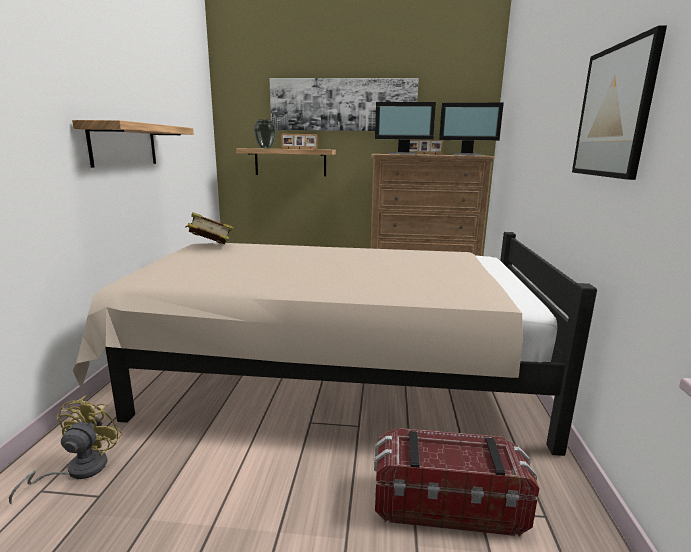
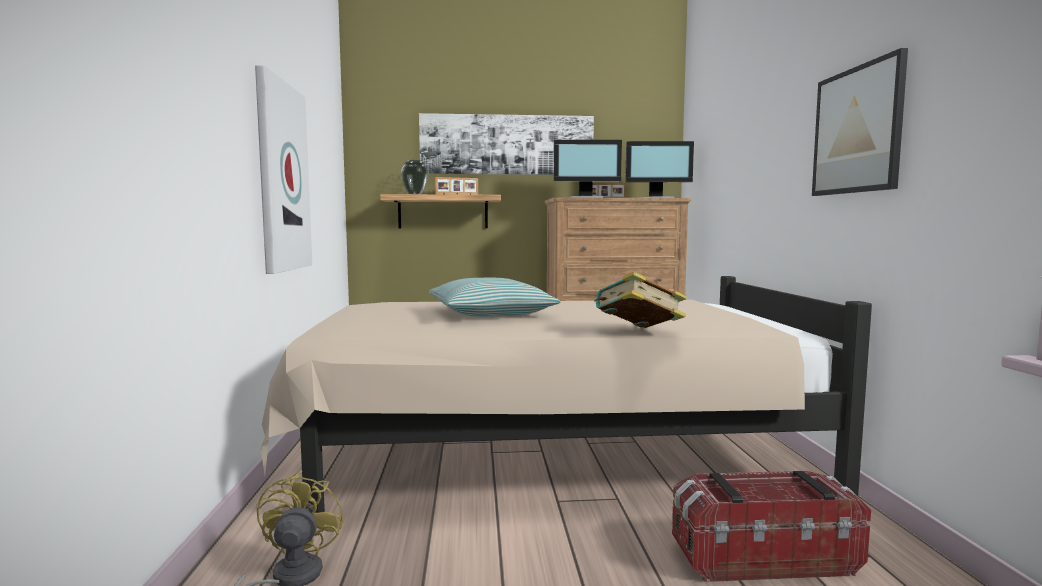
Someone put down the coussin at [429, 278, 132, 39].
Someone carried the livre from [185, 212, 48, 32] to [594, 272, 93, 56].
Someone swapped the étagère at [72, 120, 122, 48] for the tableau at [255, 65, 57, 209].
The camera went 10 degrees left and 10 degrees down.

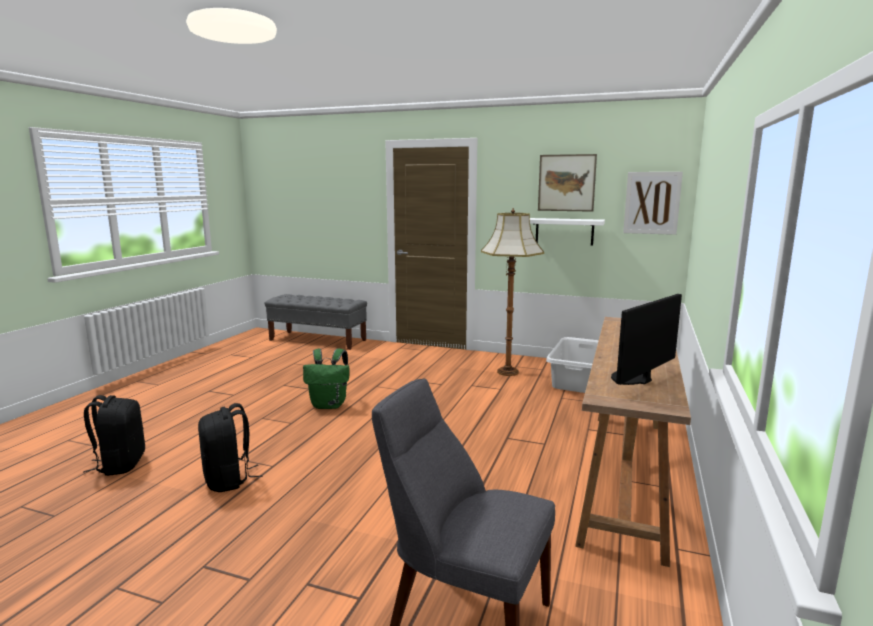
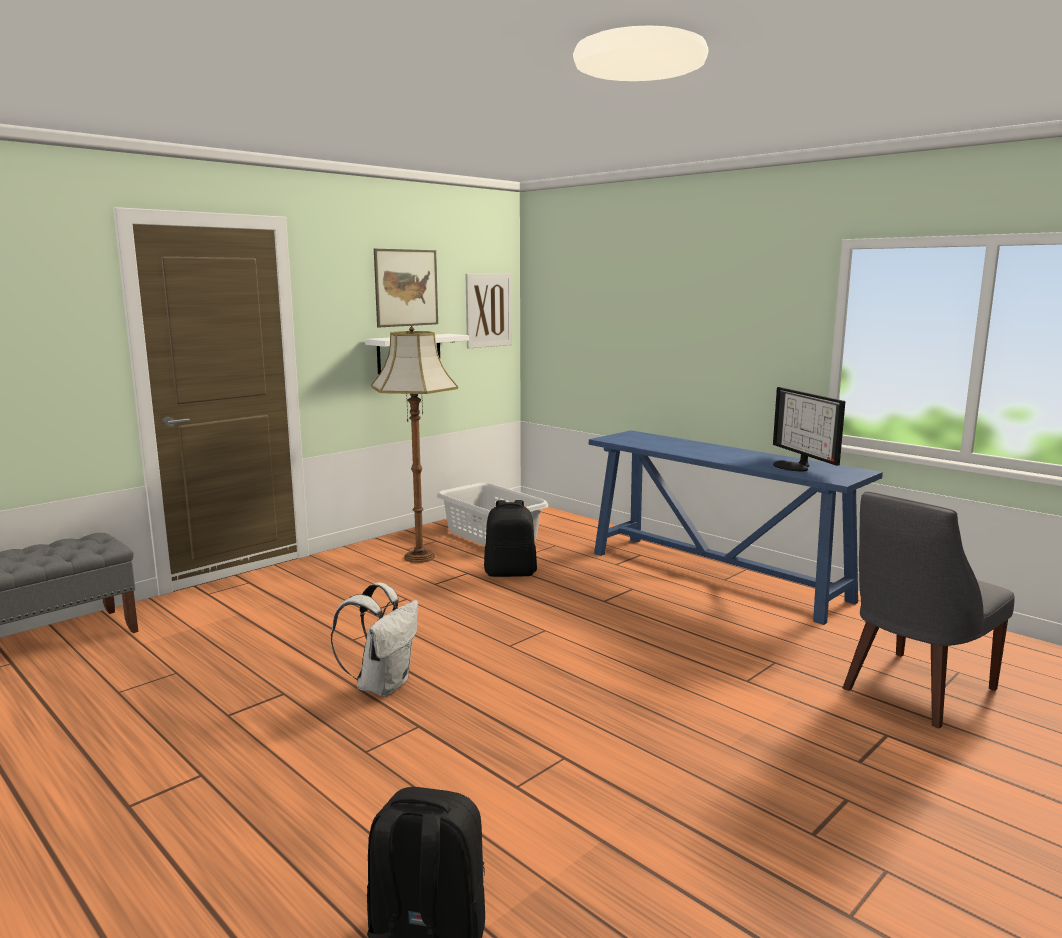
Someone carried the sac à dos (noir) from [198, 403, 64, 89] to [484, 500, 53, 77].
Someone repainted the sac à dos (vert) at [303, 348, 47, 61], which became the sac à dos (blanc) at [331, 583, 87, 114].
Someone repainted the table console (marron) at [575, 317, 116, 250], which became the table console (bleu) at [589, 430, 294, 195].
The camera went 65 degrees left and 0 degrees up.

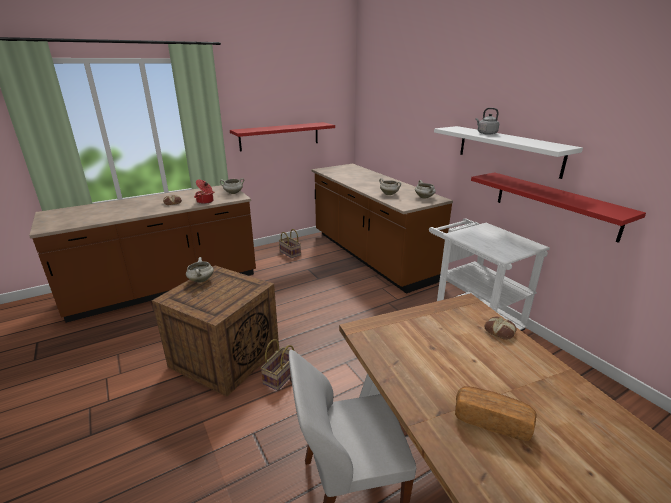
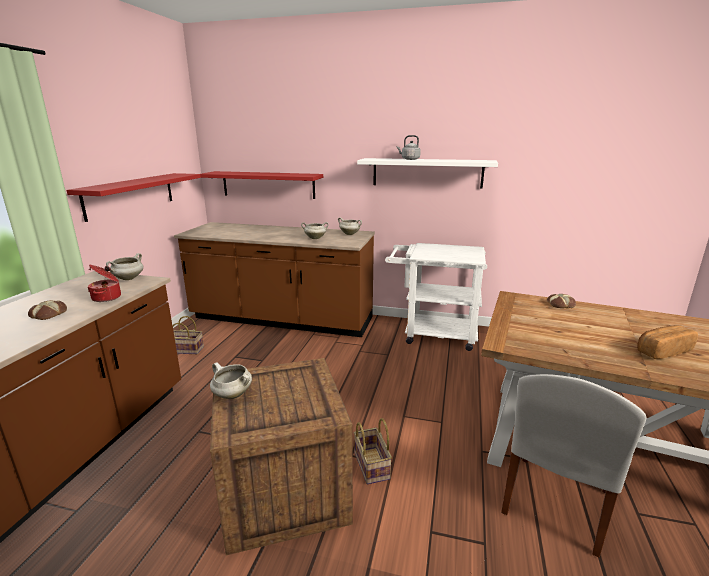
Someone carried the étagère (rouge) from [471, 172, 175, 71] to [200, 171, 123, 28].
The camera went 45 degrees left and 5 degrees down.

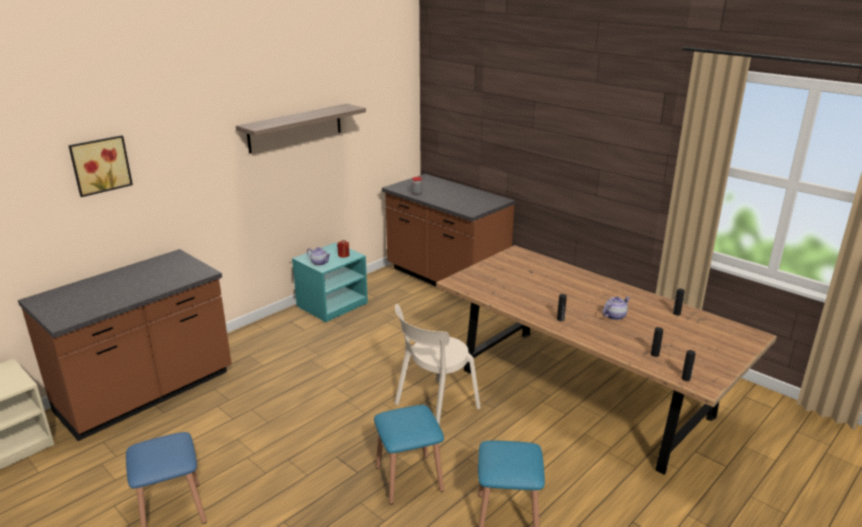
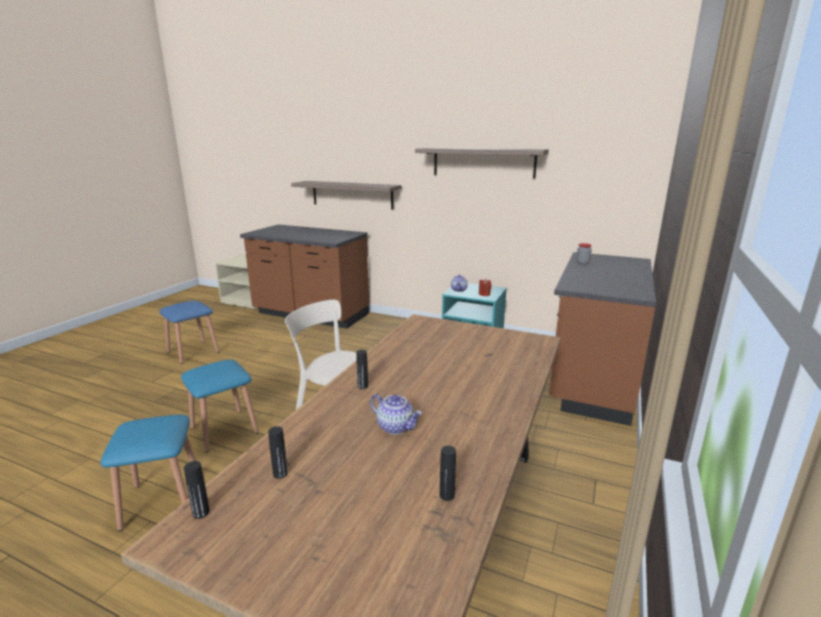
Someone took away the tableau at [68, 135, 65, 62].
Someone put up the étagère at [291, 181, 110, 29].
The camera went 70 degrees right and 5 degrees down.

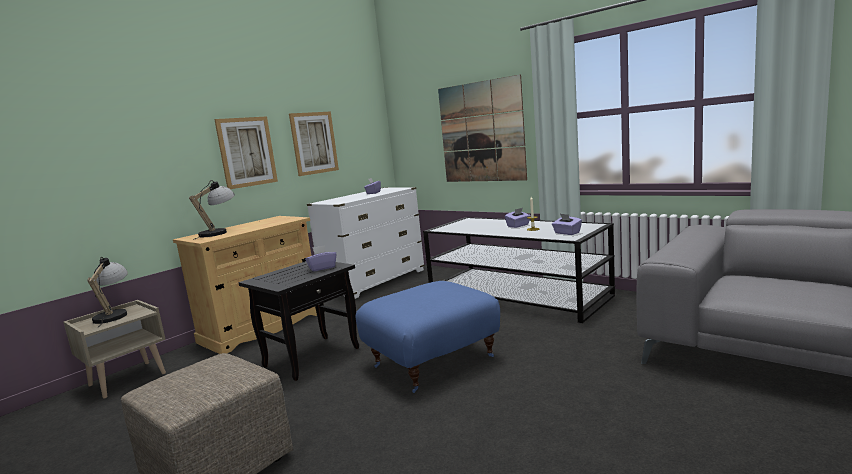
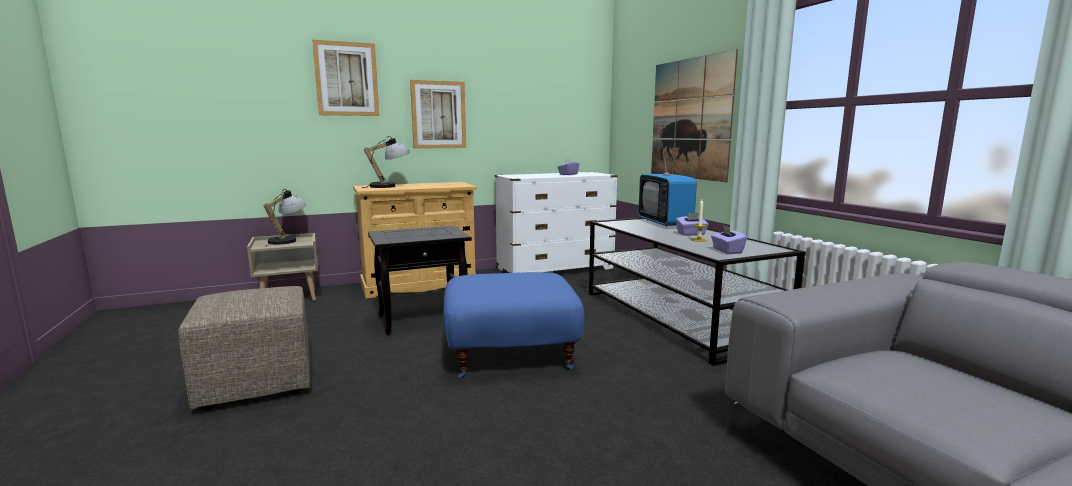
Someone took away the boîte à mouchoirs (violet) at [305, 245, 31, 27].
Someone put down the téléviseur at [638, 143, 59, 84].
Someone carried the tableau from [289, 112, 50, 64] to [312, 40, 67, 76].
The camera went 25 degrees right and 0 degrees up.

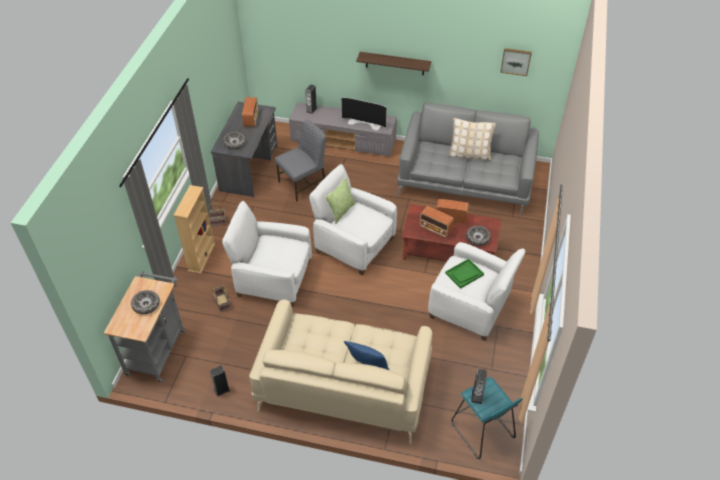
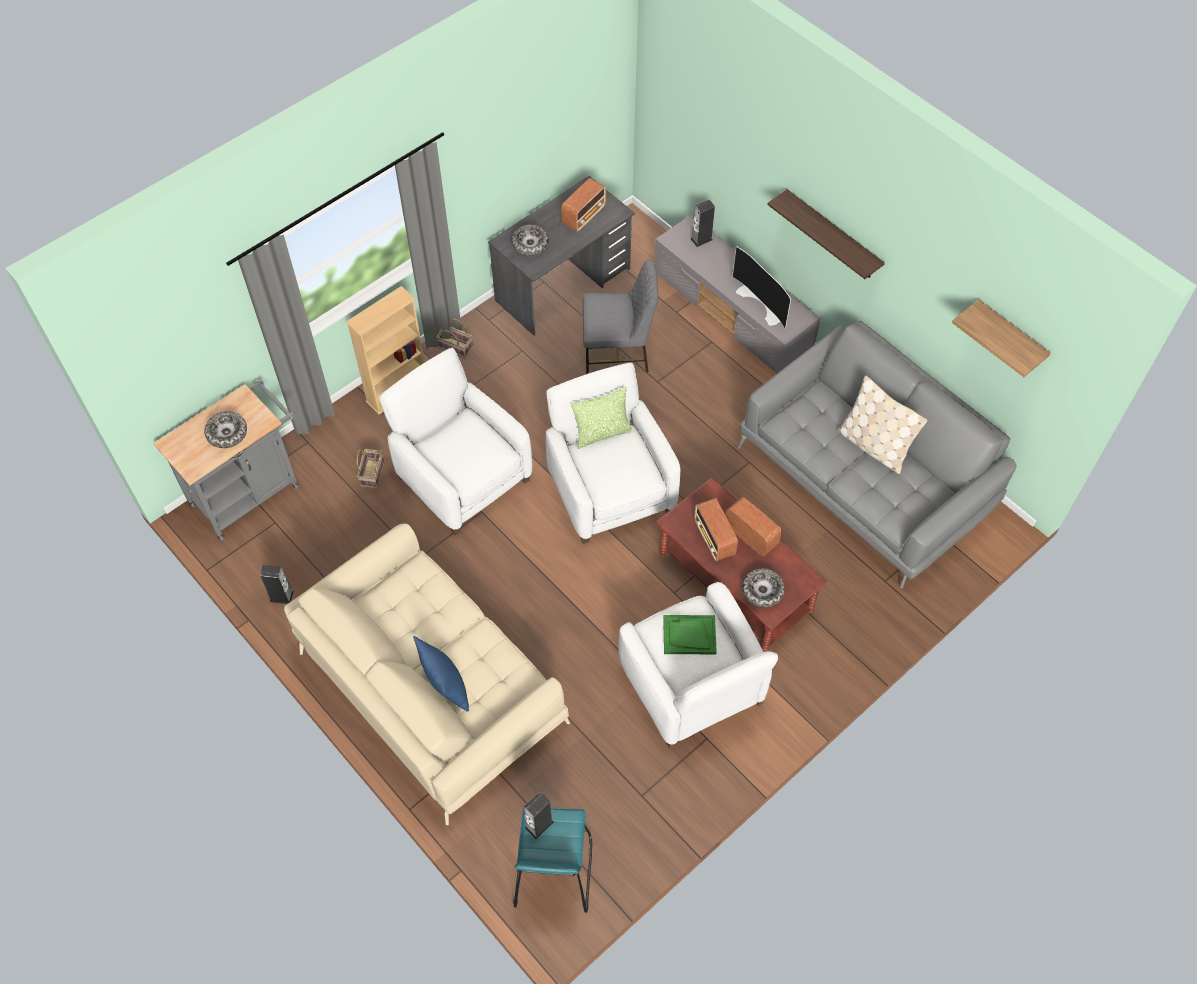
Someone swapped the tableau at [500, 48, 32, 28] for the étagère at [952, 299, 99, 78].
The camera went 35 degrees right and 10 degrees up.

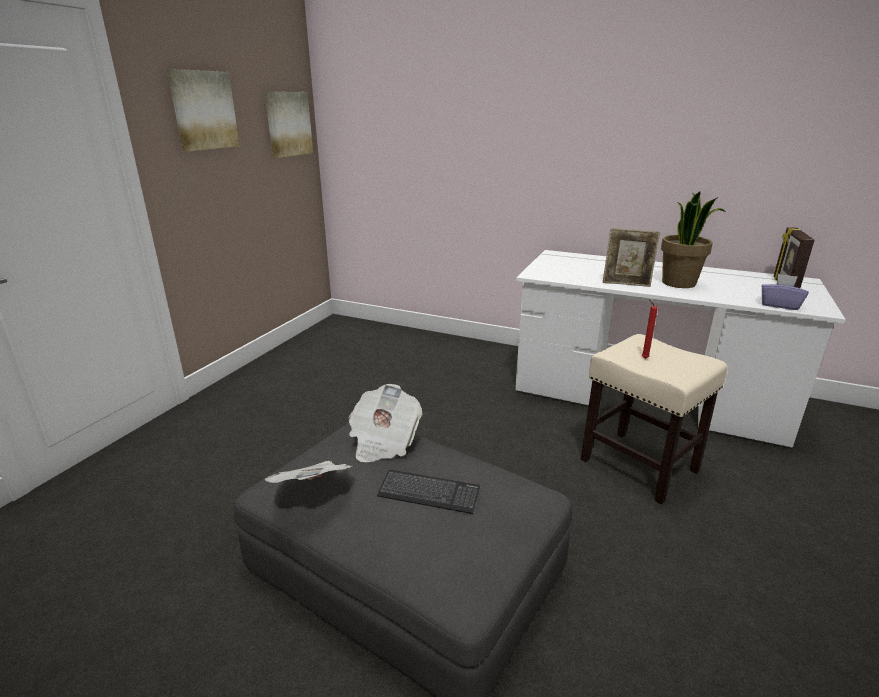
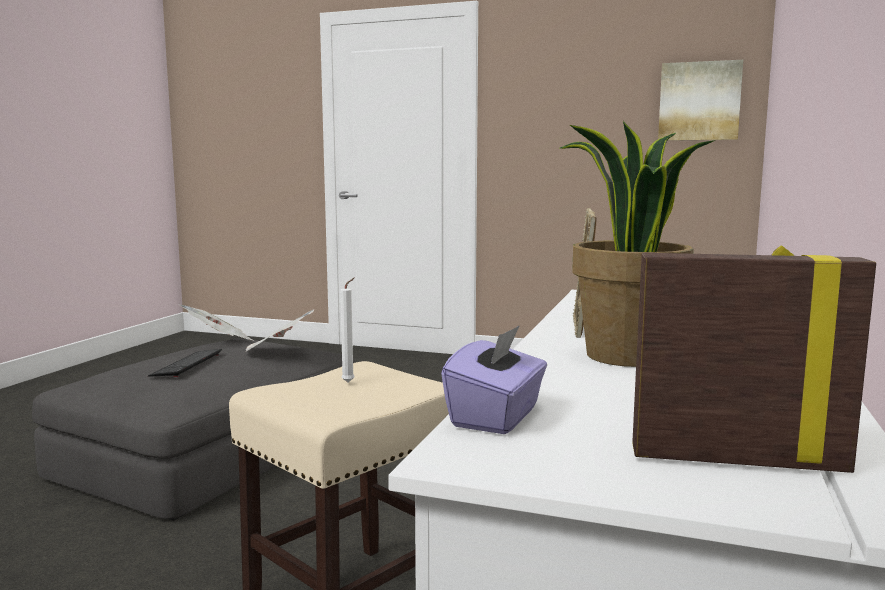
Someone took away the tableau at [167, 69, 73, 83].
Someone repainted the bougie (rouge) at [642, 300, 16, 59], which became the bougie (blanc) at [340, 278, 15, 104].
The camera went 85 degrees right and 15 degrees down.

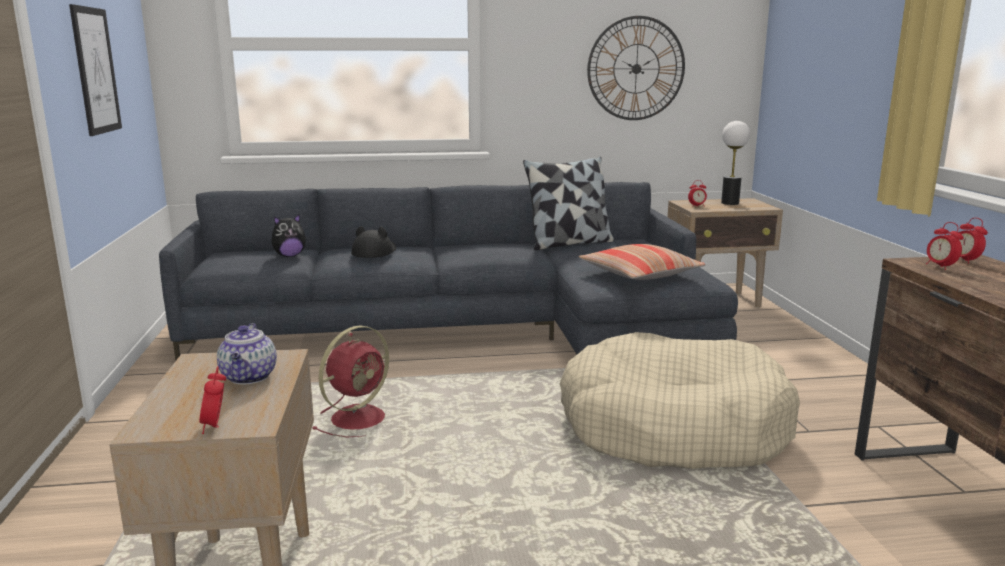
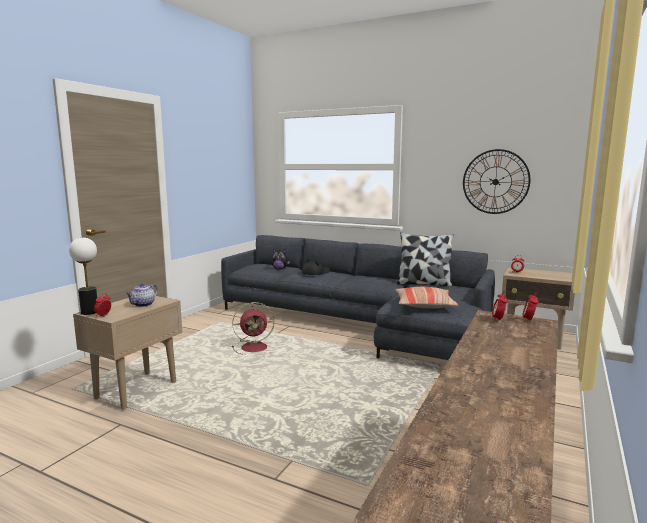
Someone took away the tableau at [69, 4, 53, 132].
Someone took away the panier pour chien (beige) at [560, 332, 240, 137].
Someone carried the lampe de table from [721, 121, 29, 84] to [69, 237, 28, 78].
The camera went 35 degrees right and 5 degrees down.

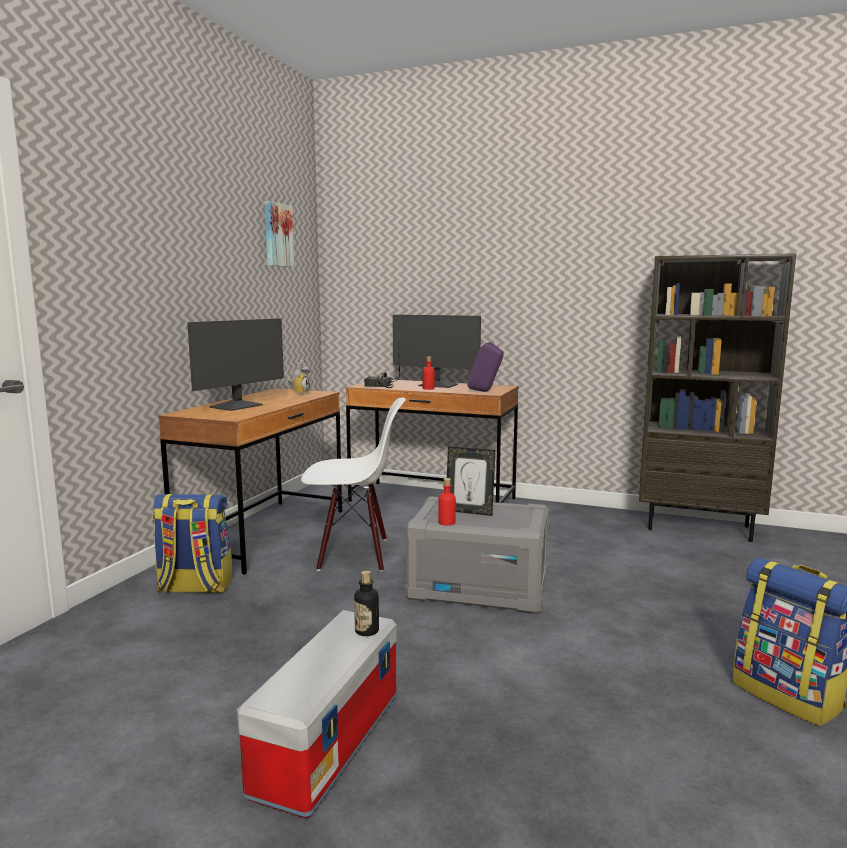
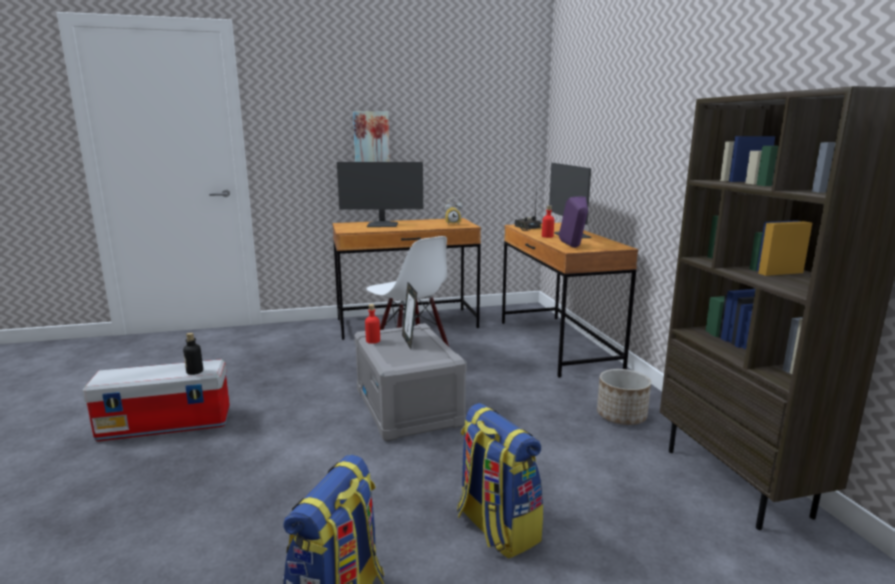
Someone put down the cache-pot at [597, 369, 54, 56].
Someone carried the sac à dos from [152, 494, 80, 99] to [457, 403, 86, 156].
Someone carried the tableau from [264, 201, 30, 66] to [353, 111, 37, 51].
The camera went 55 degrees right and 5 degrees up.

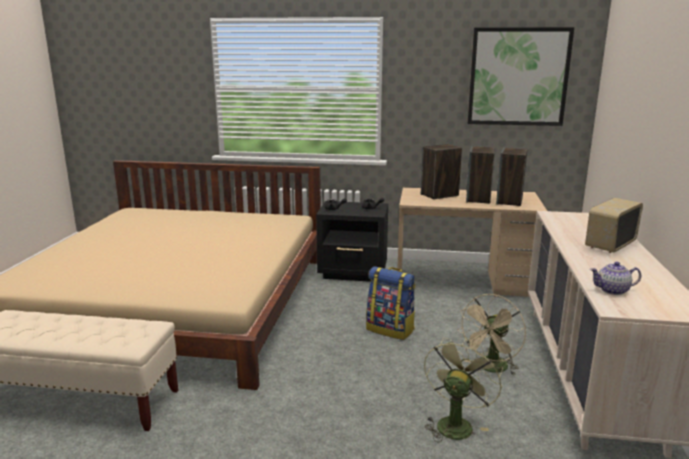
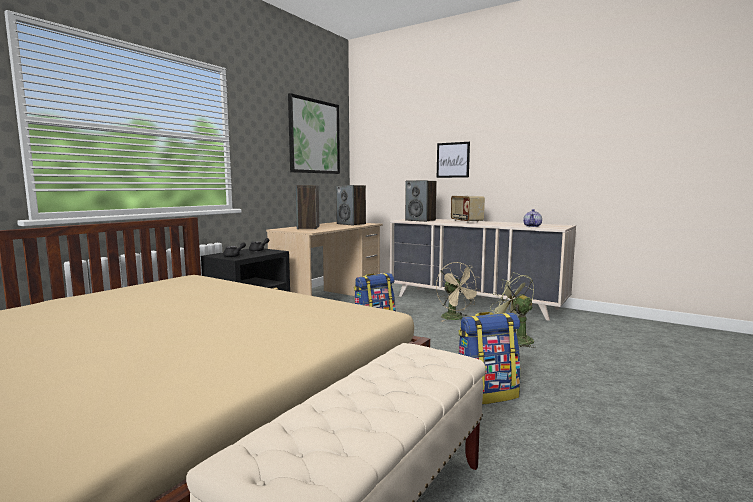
Someone put up the tableau at [437, 142, 33, 36].
Someone put down the sac à dos at [458, 312, 63, 93].
Someone carried the enceinte from [466, 146, 29, 58] to [405, 180, 32, 42].
The camera went 65 degrees left and 10 degrees down.

